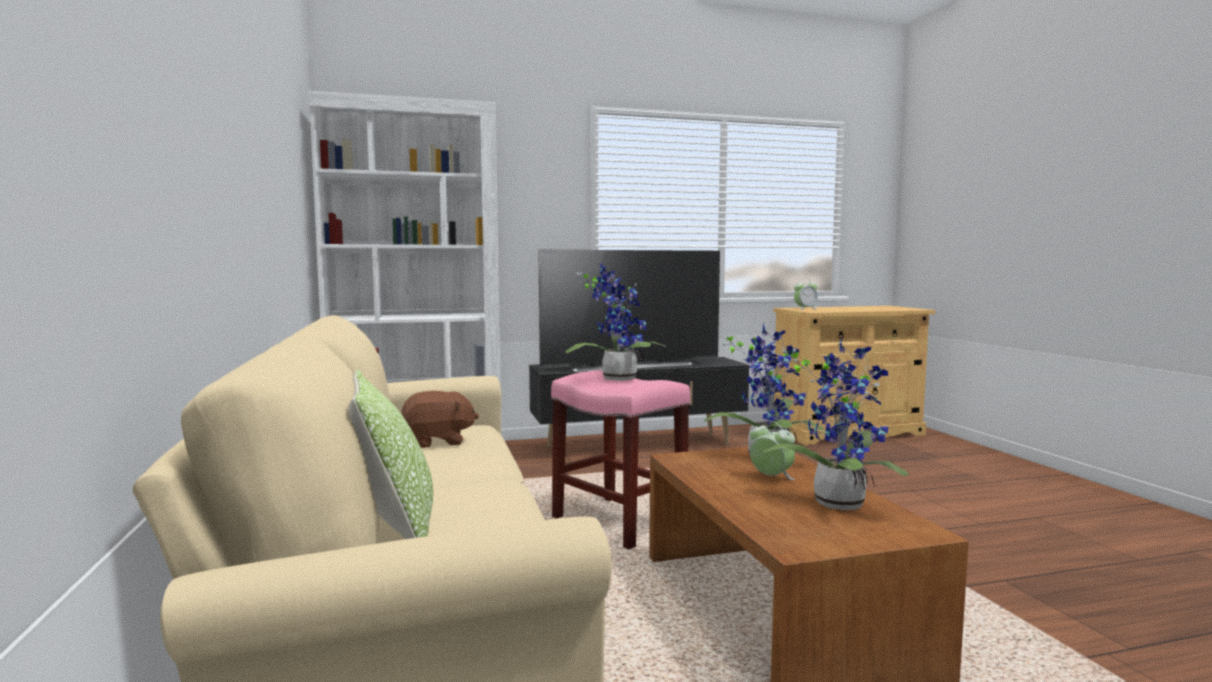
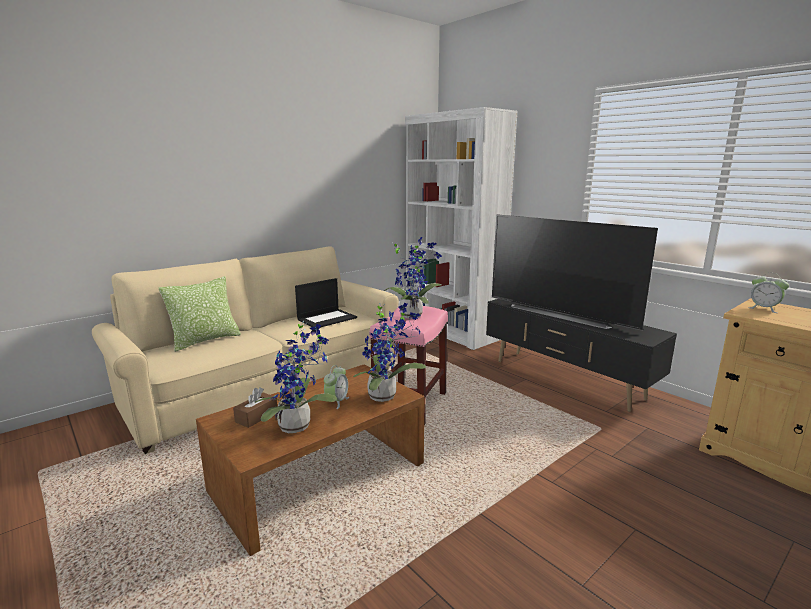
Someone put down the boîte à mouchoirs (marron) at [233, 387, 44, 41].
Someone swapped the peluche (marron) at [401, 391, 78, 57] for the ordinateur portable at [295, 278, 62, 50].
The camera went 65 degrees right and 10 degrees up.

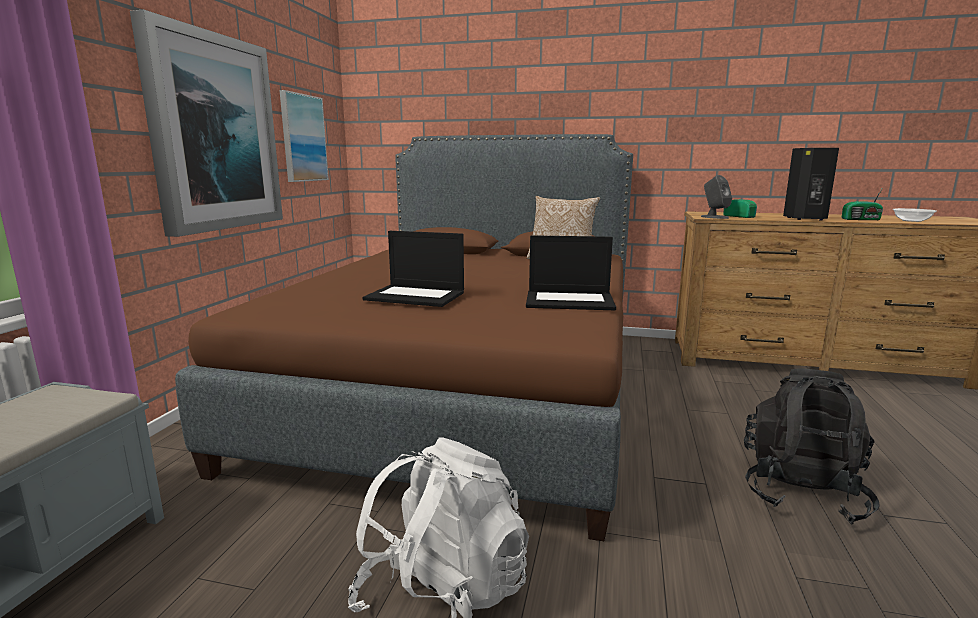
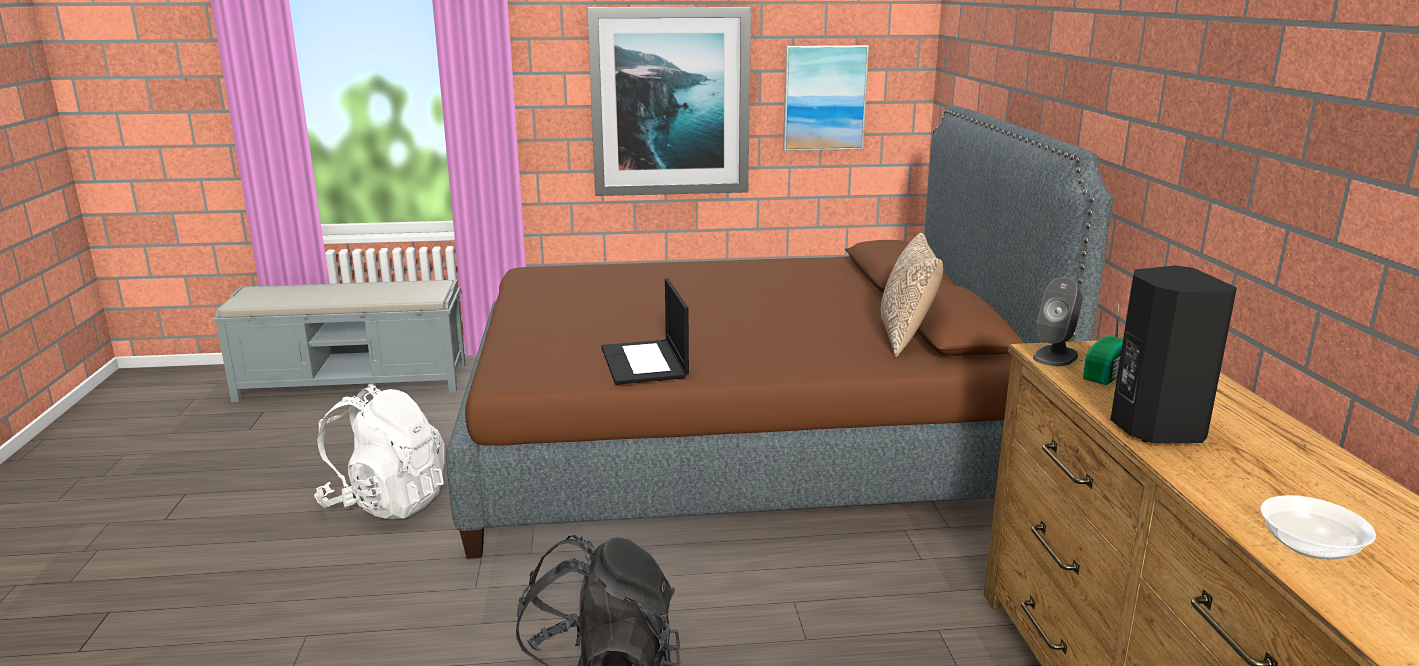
Someone took away the ordinateur portable at [363, 231, 101, 76].
Someone took away the radio at [842, 187, 41, 33].
The camera went 70 degrees right and 5 degrees up.

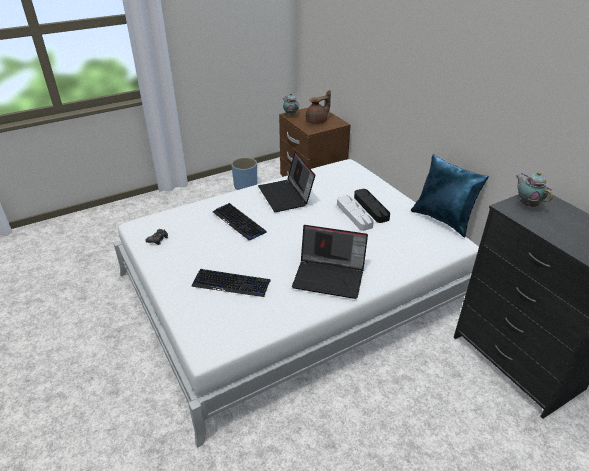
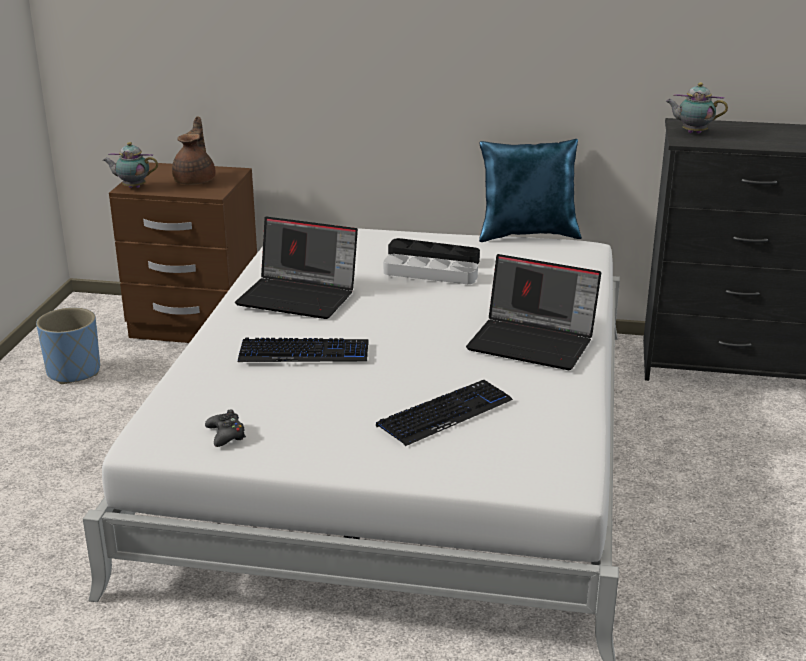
Someone rotated the ordinateur portable at [292, 225, 76, 74] by 60 degrees clockwise.
The camera went 50 degrees left and 10 degrees down.

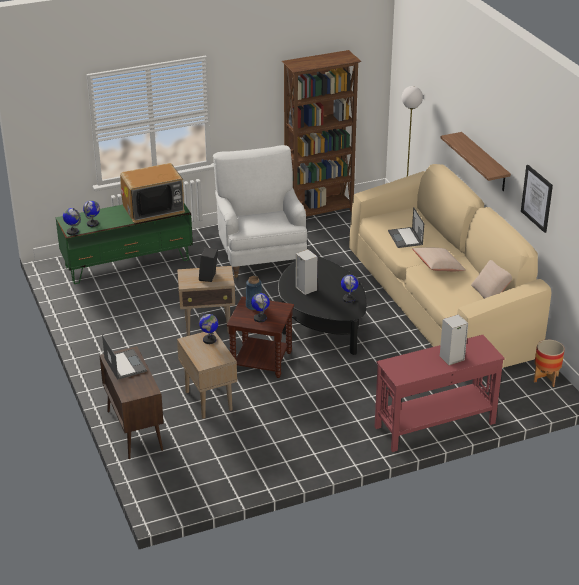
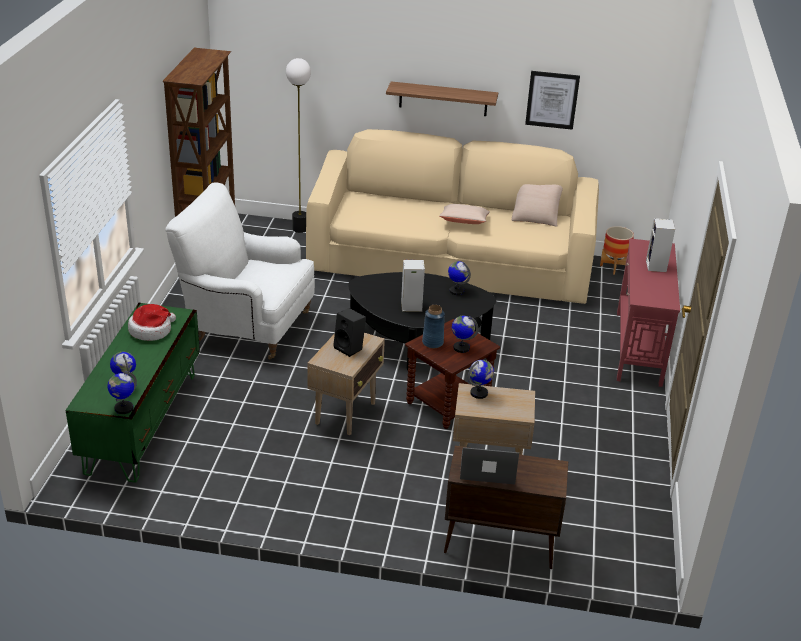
Someone took away the ordinateur portable at [388, 207, 36, 41].
Someone swapped the téléviseur at [120, 163, 65, 60] for the chapeau at [128, 304, 48, 37].
The camera went 60 degrees left and 0 degrees up.

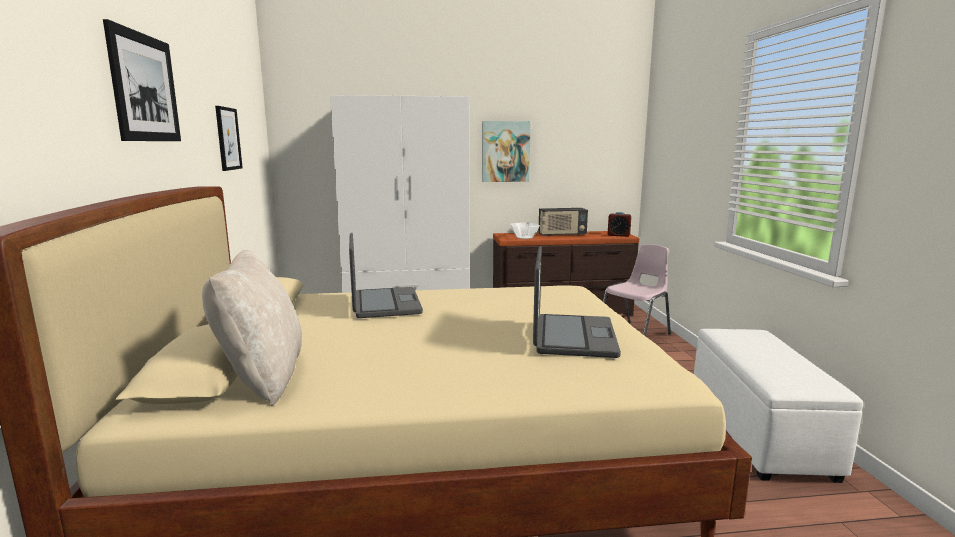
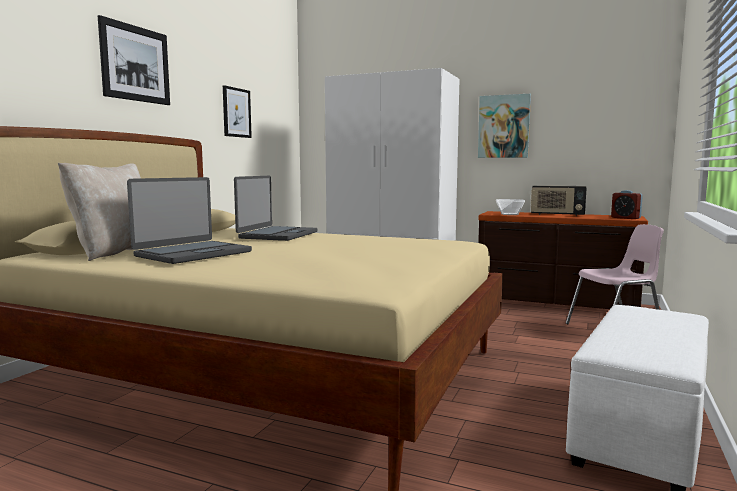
Someone carried the ordinateur portable from [533, 246, 88, 112] to [127, 177, 125, 87].
The camera went 30 degrees right and 5 degrees down.

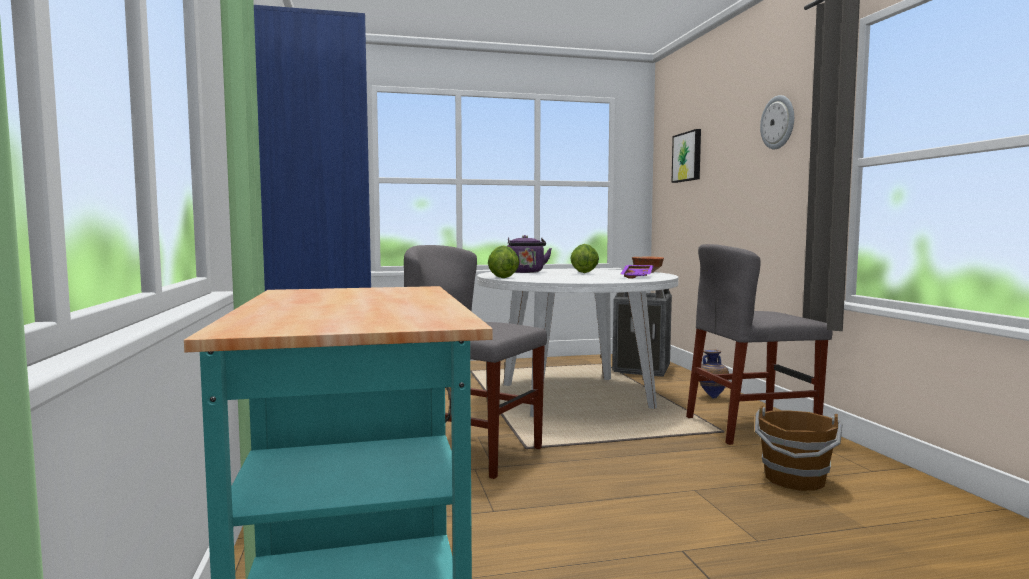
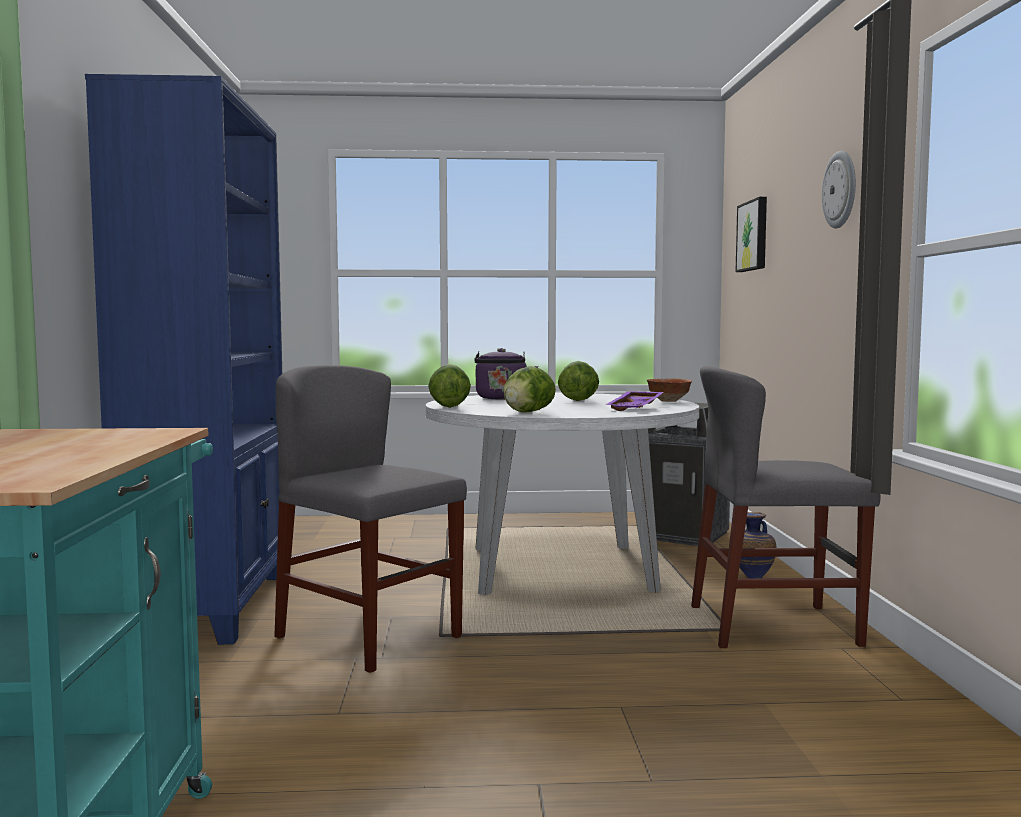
Someone took away the seau (marron) at [755, 405, 88, 86].
Someone put down the laitue at [504, 366, 52, 46].
The camera went 10 degrees right and 0 degrees up.

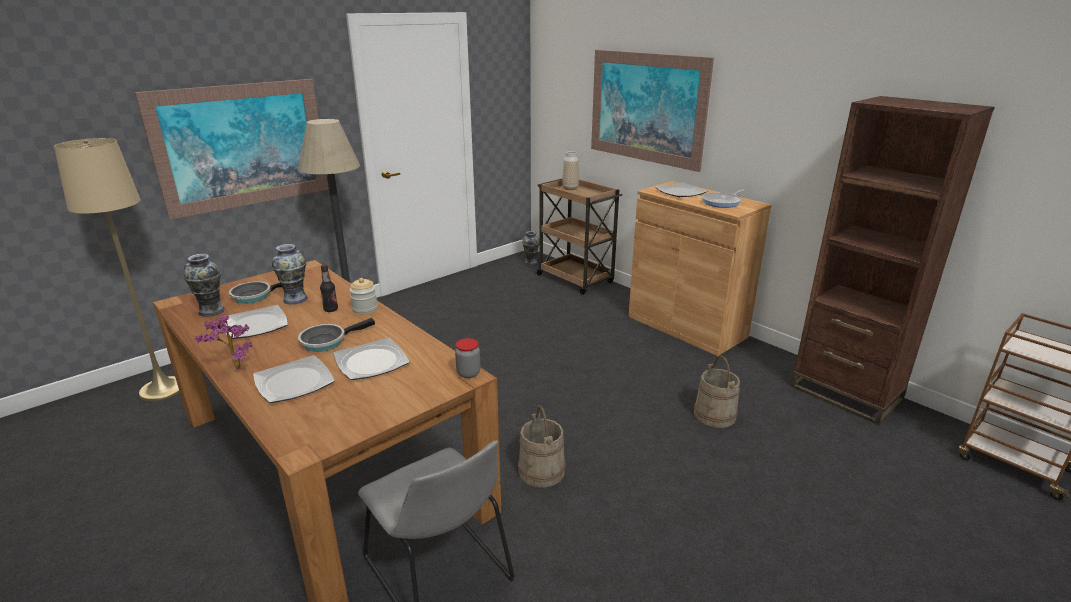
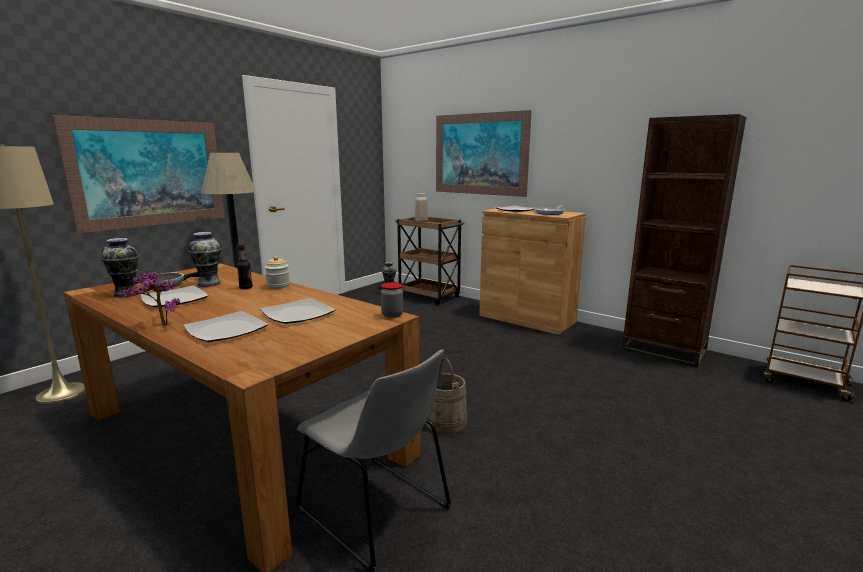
Someone took away the poêle at [298, 318, 77, 34].
Someone took away the seau (beige) at [694, 355, 46, 73].
The camera went 10 degrees left and 10 degrees down.

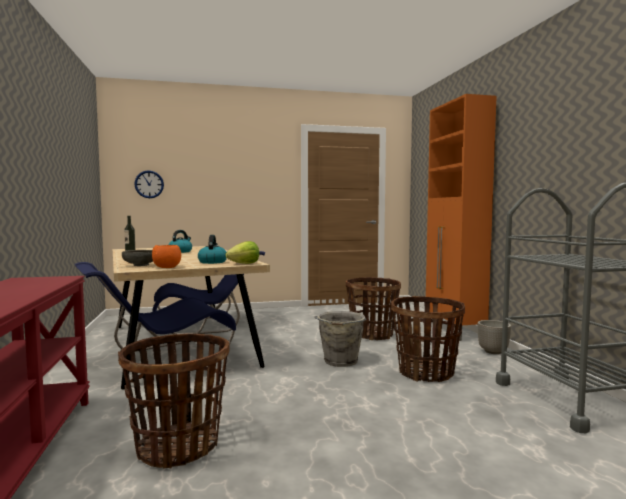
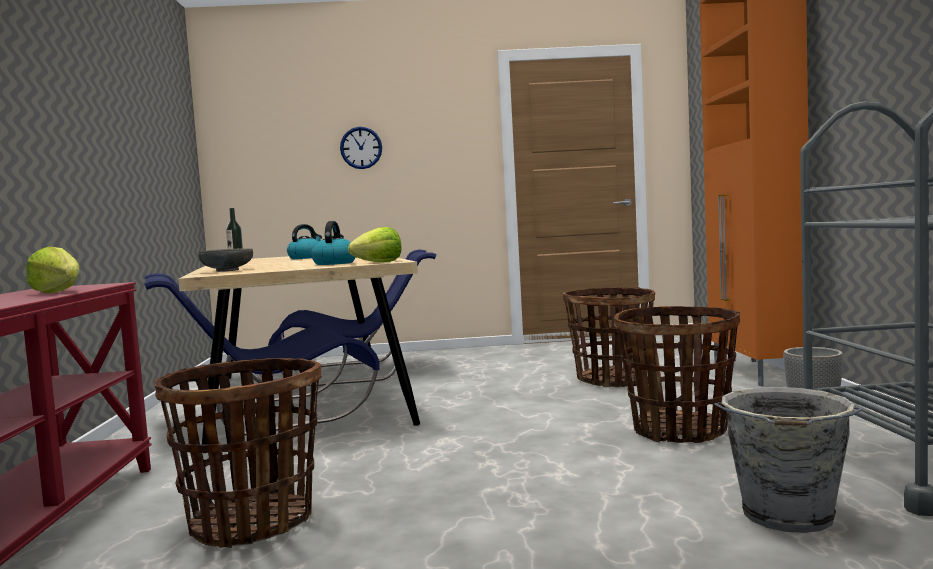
Someone took away the bol (orange) at [152, 245, 29, 23].
Someone put down the laitue at [26, 247, 53, 46].
Someone carried the horloge murale from [134, 170, 30, 28] to [340, 127, 42, 42].
Someone carried the seau (gris) from [315, 311, 51, 56] to [714, 387, 148, 146].
The camera went 10 degrees right and 0 degrees up.

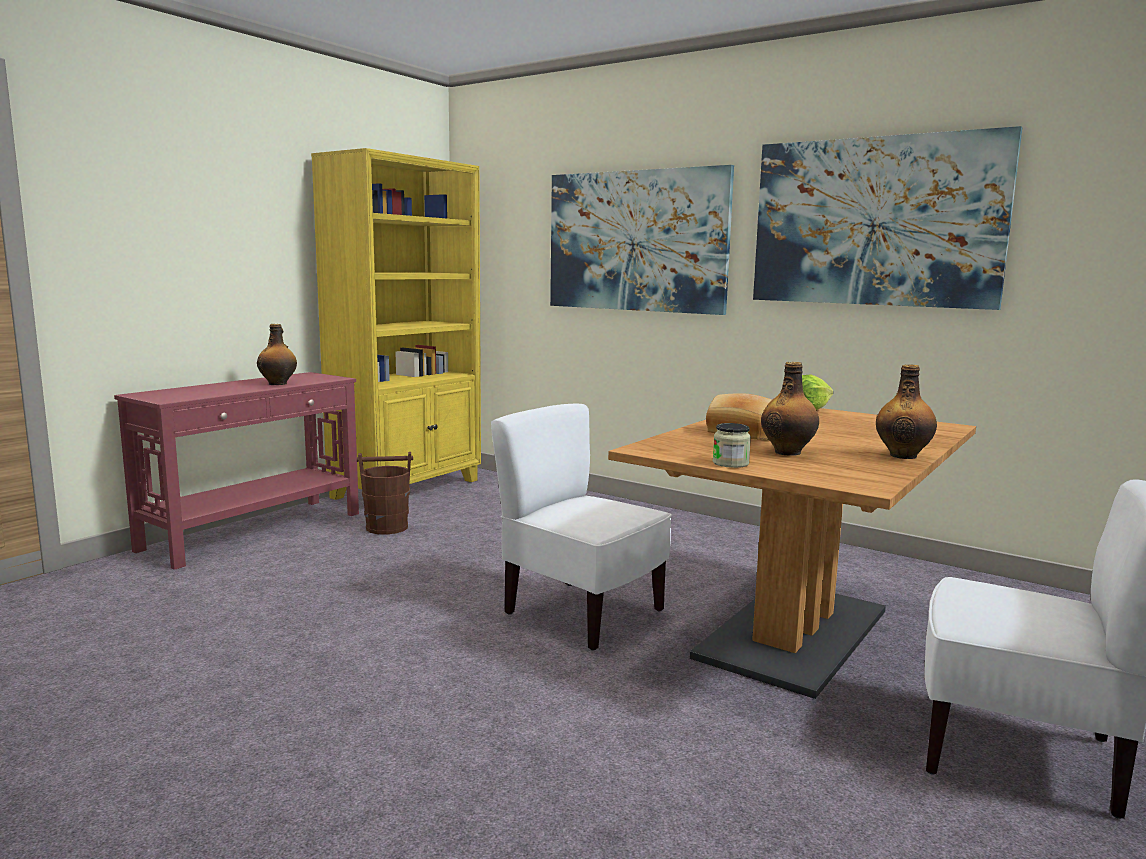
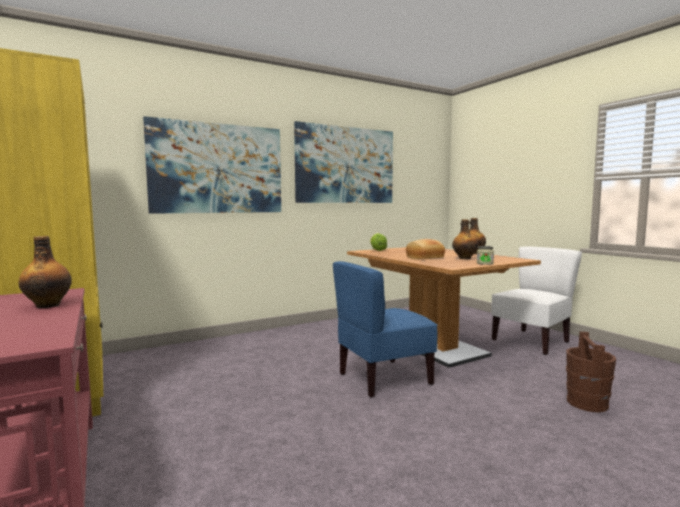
Someone carried the seau (marron) from [357, 452, 56, 83] to [566, 332, 50, 80].
Someone repainted the chaise (blanc) at [491, 404, 181, 247], which became the chaise (bleu) at [333, 261, 104, 136].
The camera went 65 degrees left and 5 degrees down.

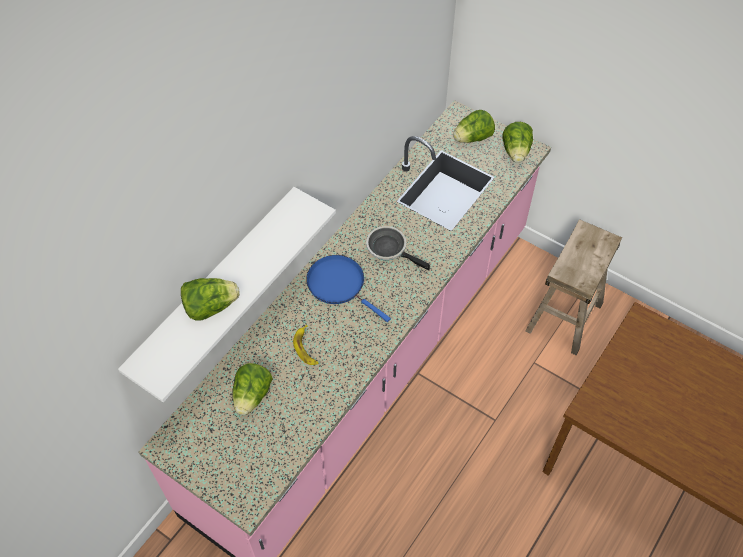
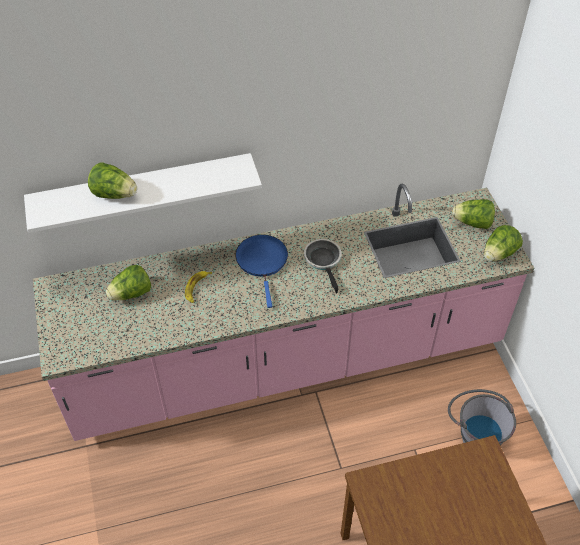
Someone swapped the tabouret (beige) at [525, 219, 97, 137] for the seau (gris) at [448, 389, 68, 57].
The camera went 40 degrees right and 5 degrees down.

